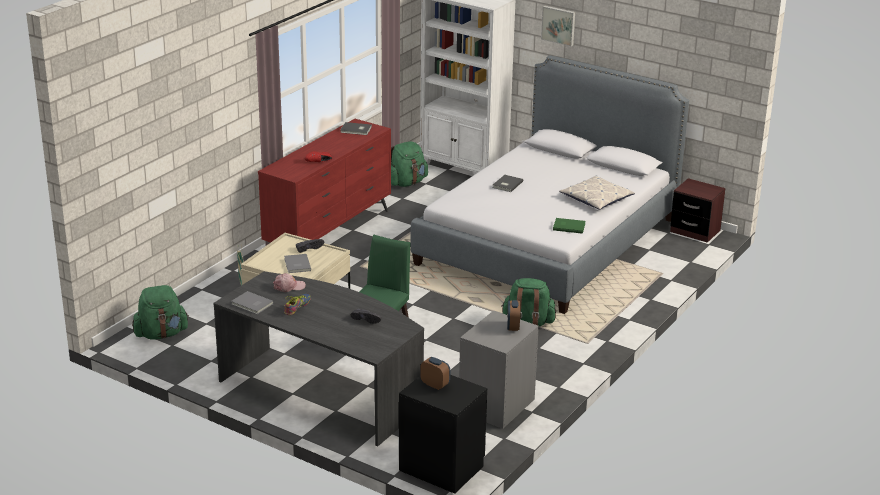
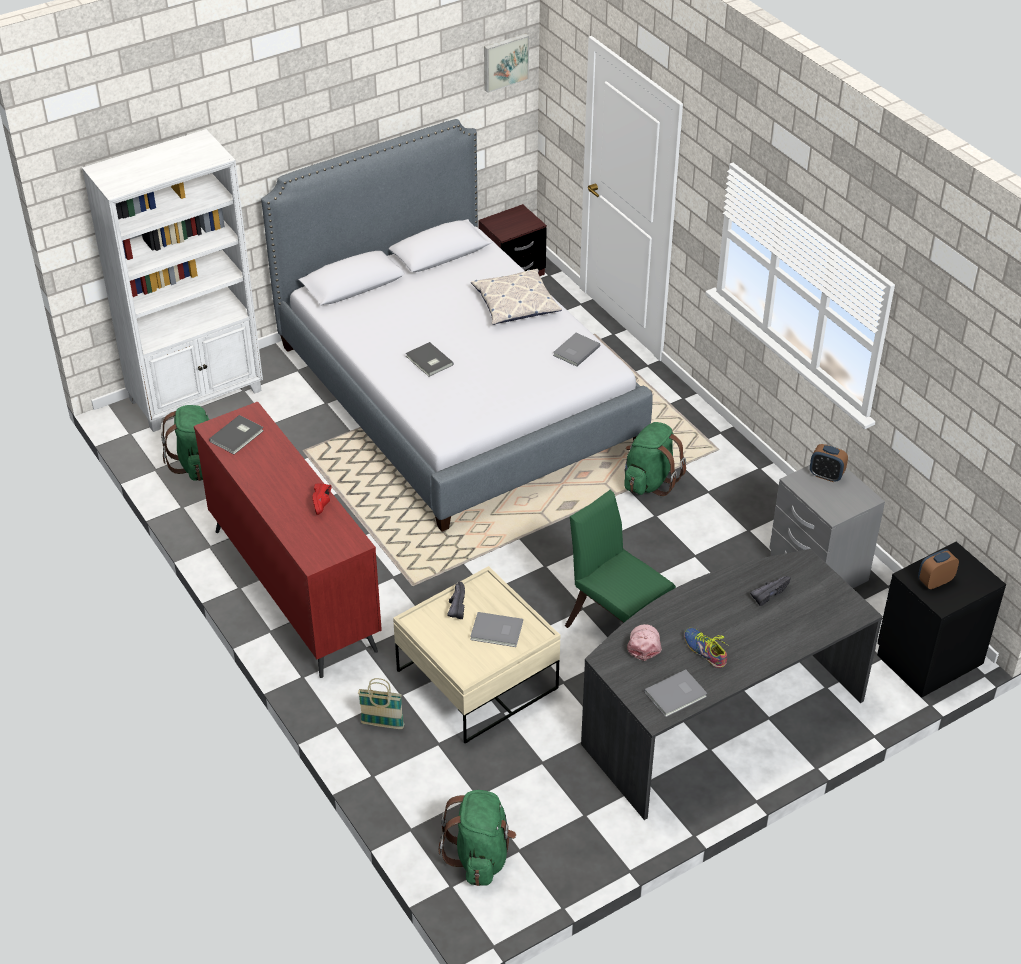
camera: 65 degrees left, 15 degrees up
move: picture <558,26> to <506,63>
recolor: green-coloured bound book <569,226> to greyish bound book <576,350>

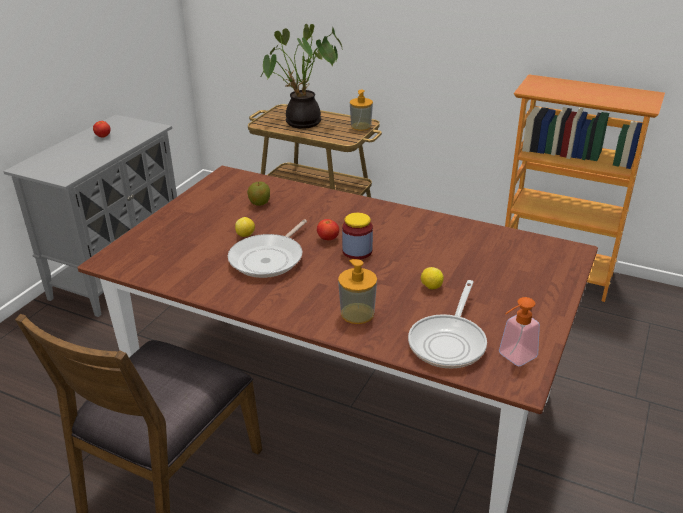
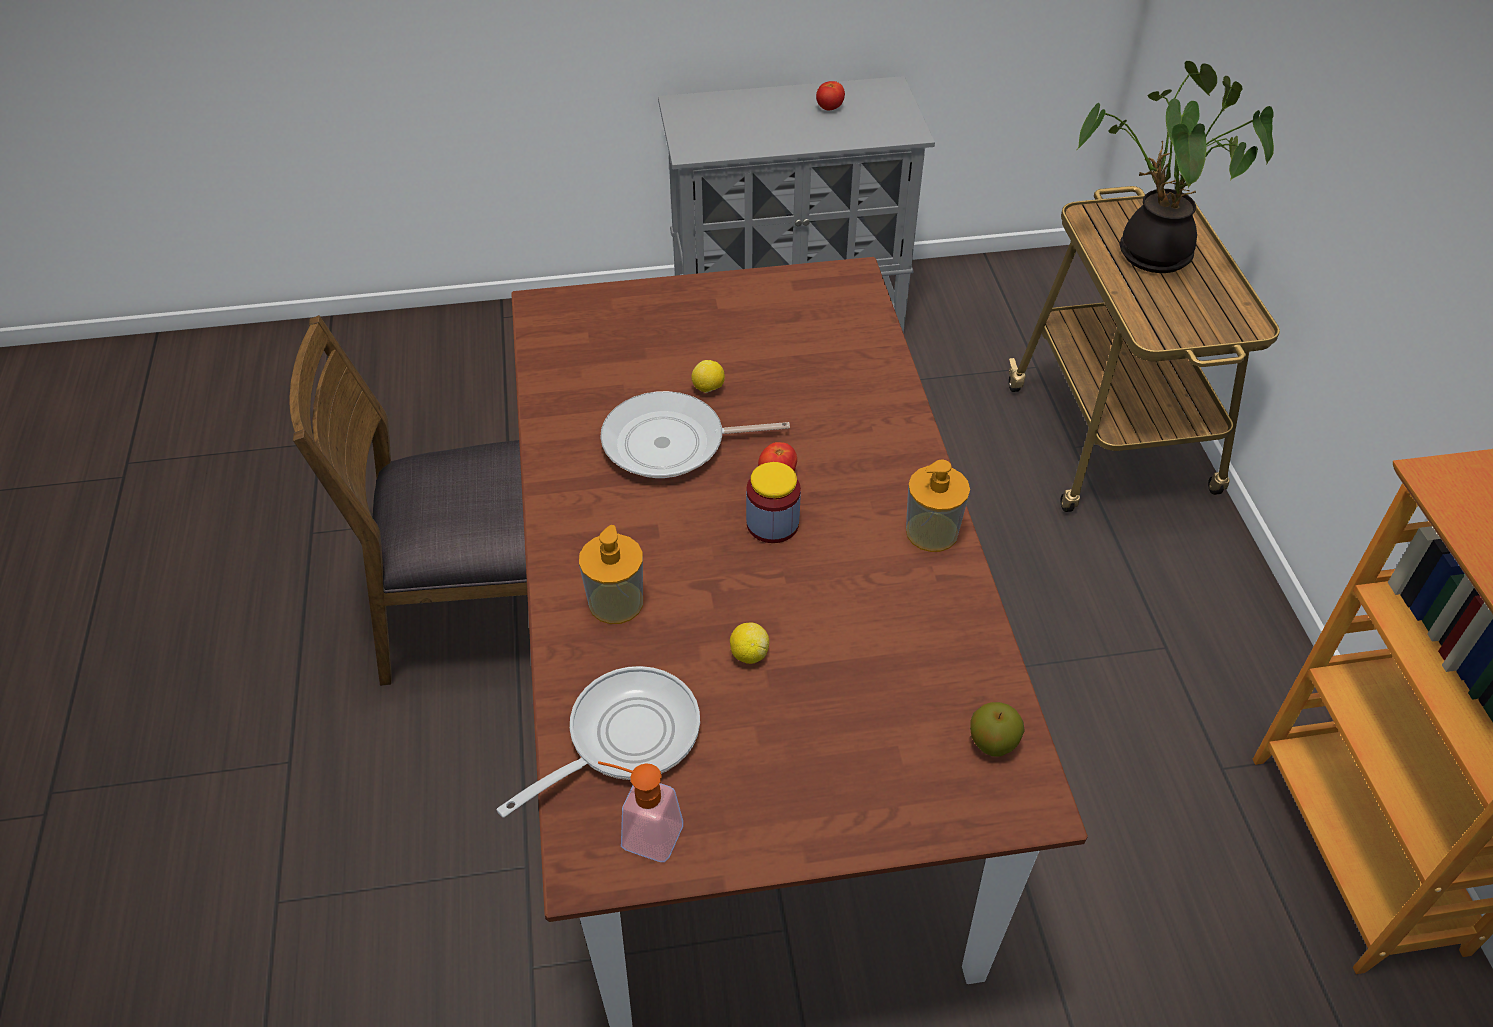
camera: 55 degrees right, 15 degrees up
move: soap bottle <361,110> to <938,506>; apple fruit <258,194> to <997,729>
rotate: pan <447,324> = <598,741> 150 degrees clockwise

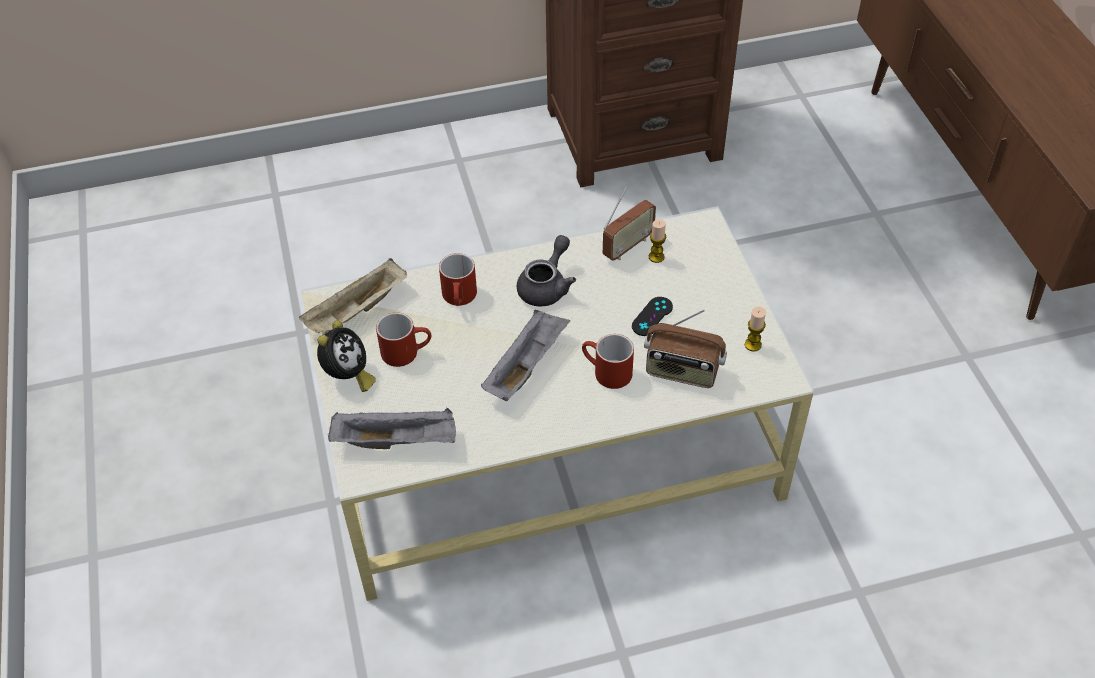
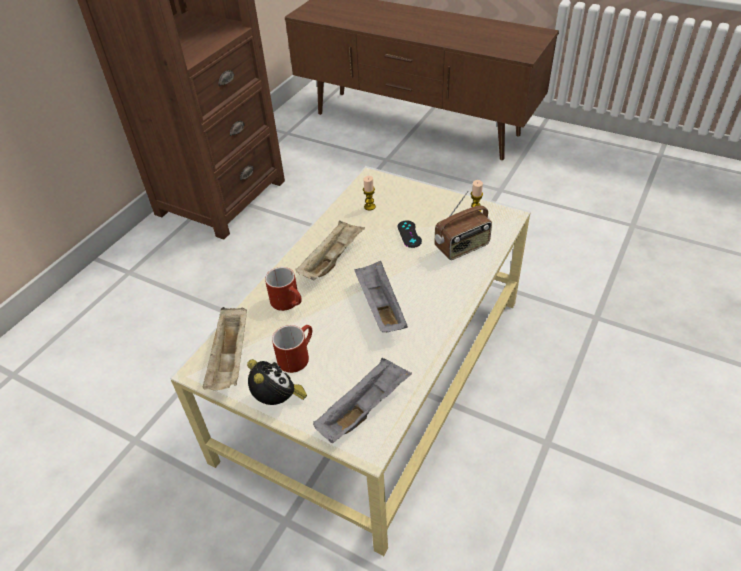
camera: 45 degrees left, 5 degrees down
delete: reddish mug <608,361>; radio set <629,223>
replace: greyish teapot <546,270> to beige carrying tray <330,250>

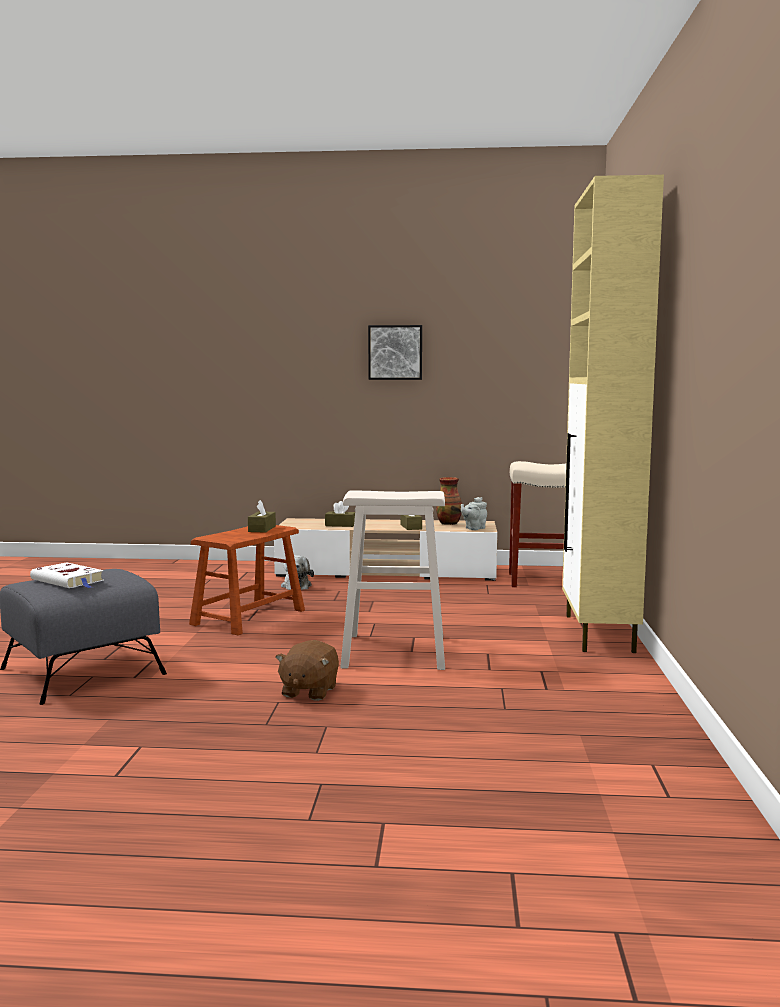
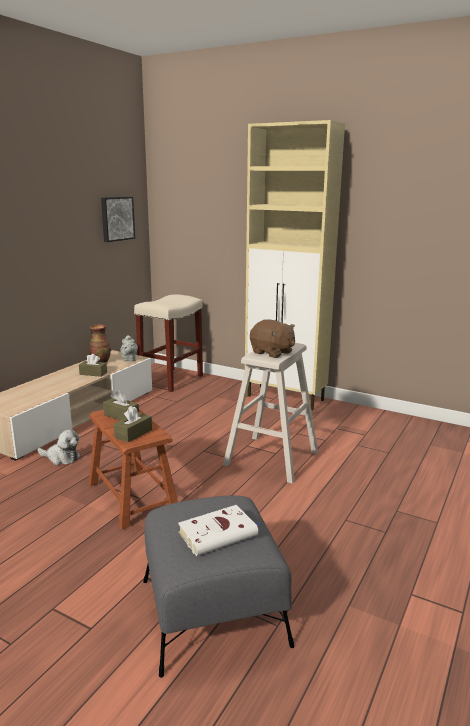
camera: 65 degrees left, 10 degrees up
move: picture <395,352> to <118,219>; brown tissue holder <340,514> to <133,424>; brown plush toy <307,670> to <272,339>

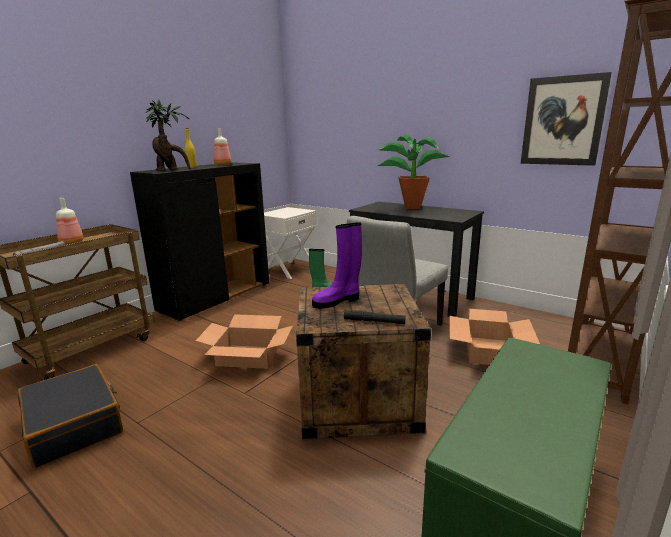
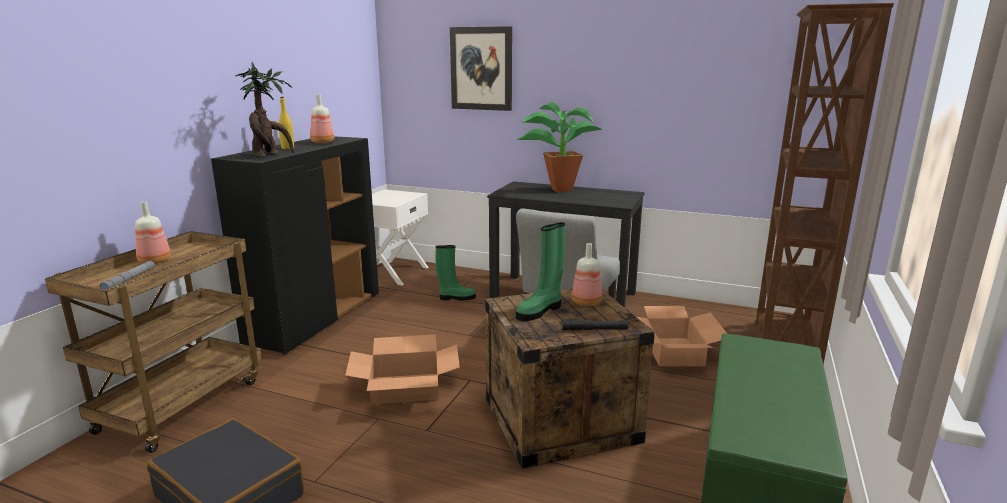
camera: 15 degrees left, 0 degrees up
insert: drink bottle <587,274>
move: picture <566,119> to <481,68>
recolor: purplish high-top boot <337,265> to green-coloured high-top boot <540,271>

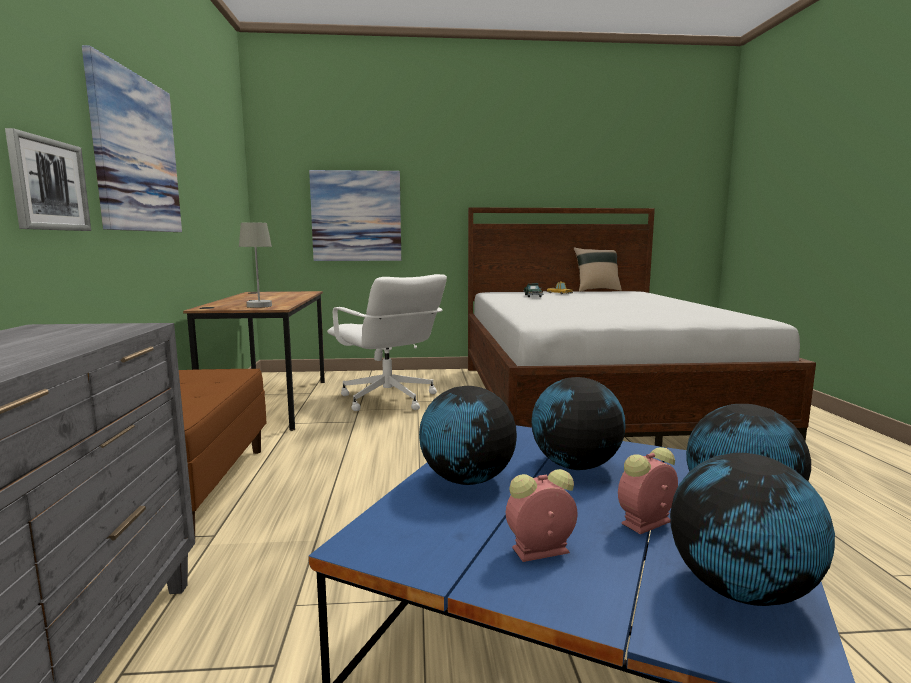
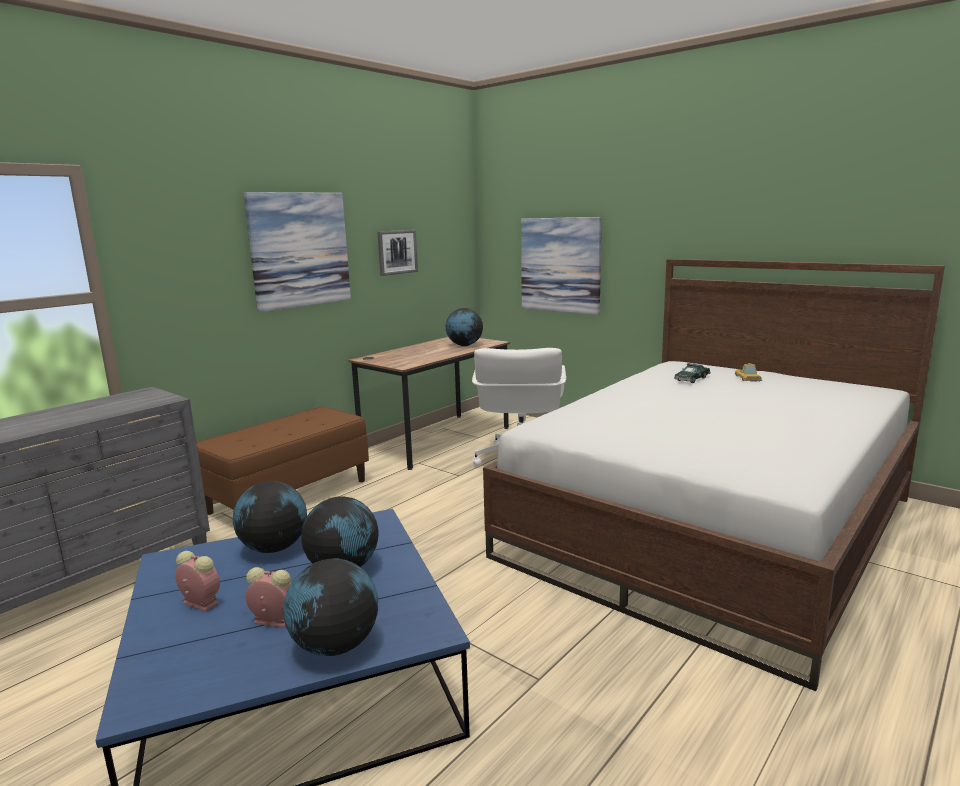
camera: 45 degrees right, 5 degrees up
delete: greyish tabletop lamp <255,265>; beige cushion <598,269>
move: picture <48,179> to <397,253>; globe <752,529> to <464,327>

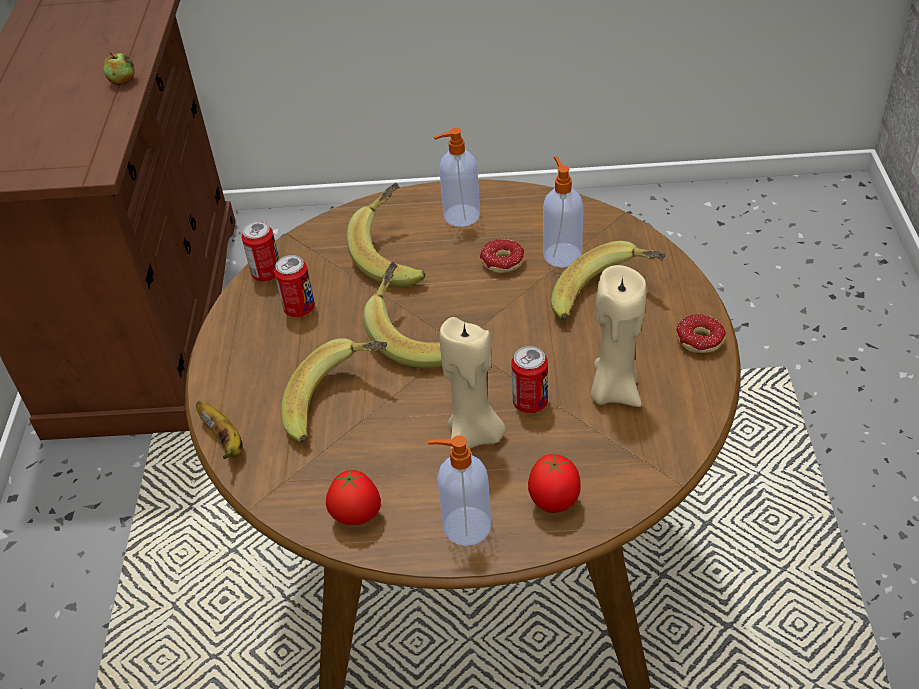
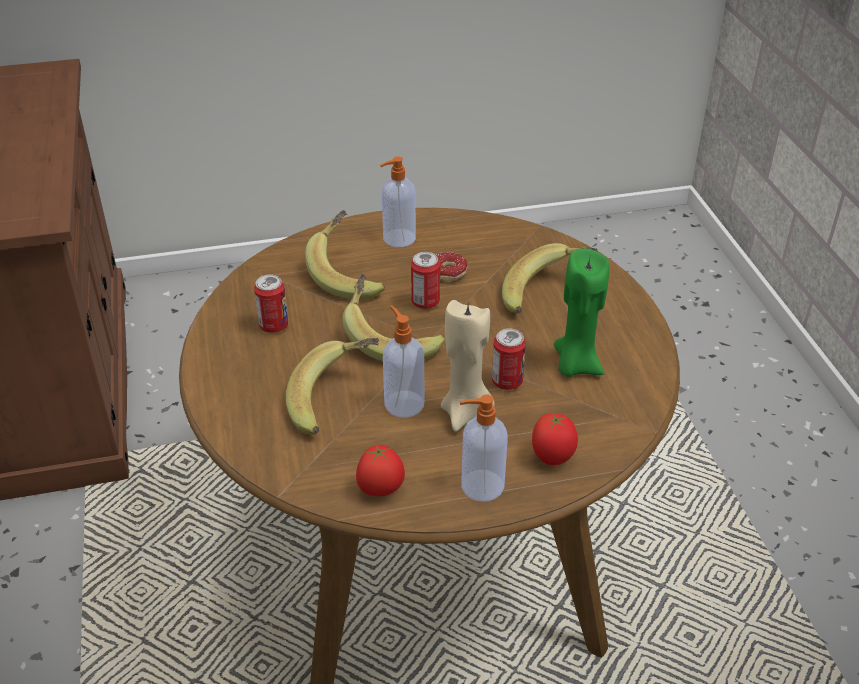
camera: 15 degrees left, 5 degrees down
delete: apple fruit <119,68>; banana fruit <219,430>; donut <701,333>
move: soap bottle <563,212> to <403,361>; metal can <260,251> to <425,280>
recolor: beige wax candle <618,336> to green-coloured wax candle <581,312>

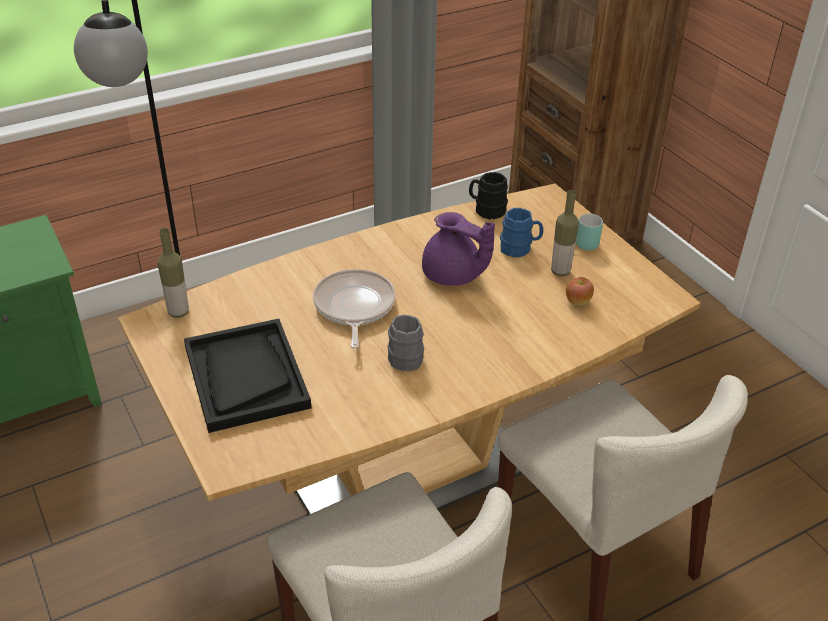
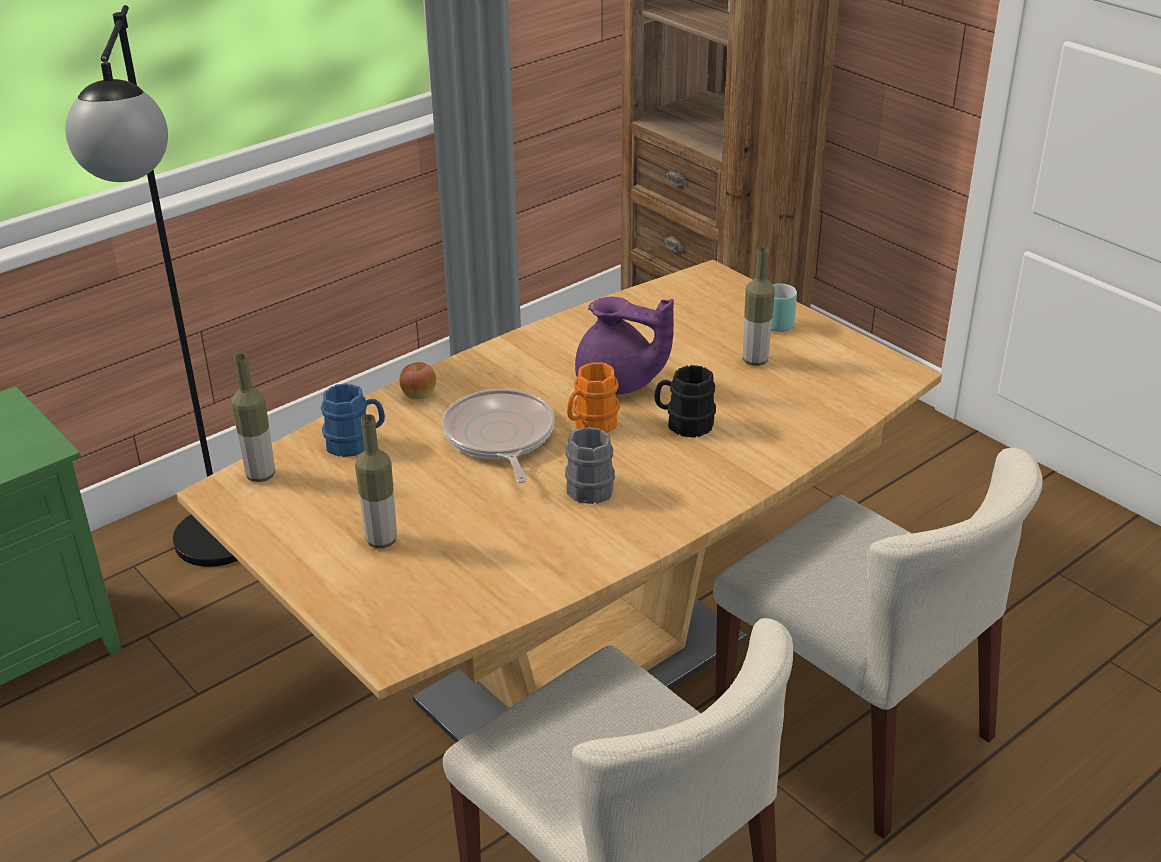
camera: 10 degrees left, 5 degrees down
insert: orange mug <593,397>
move: blue-coloured mug <521,232> to <353,420>; apple fruit <580,291> to <417,380>; black-coloured mug <488,196> to <685,401>
replace: black-coloured carrying tray <247,376> to drink bottle <376,481>

